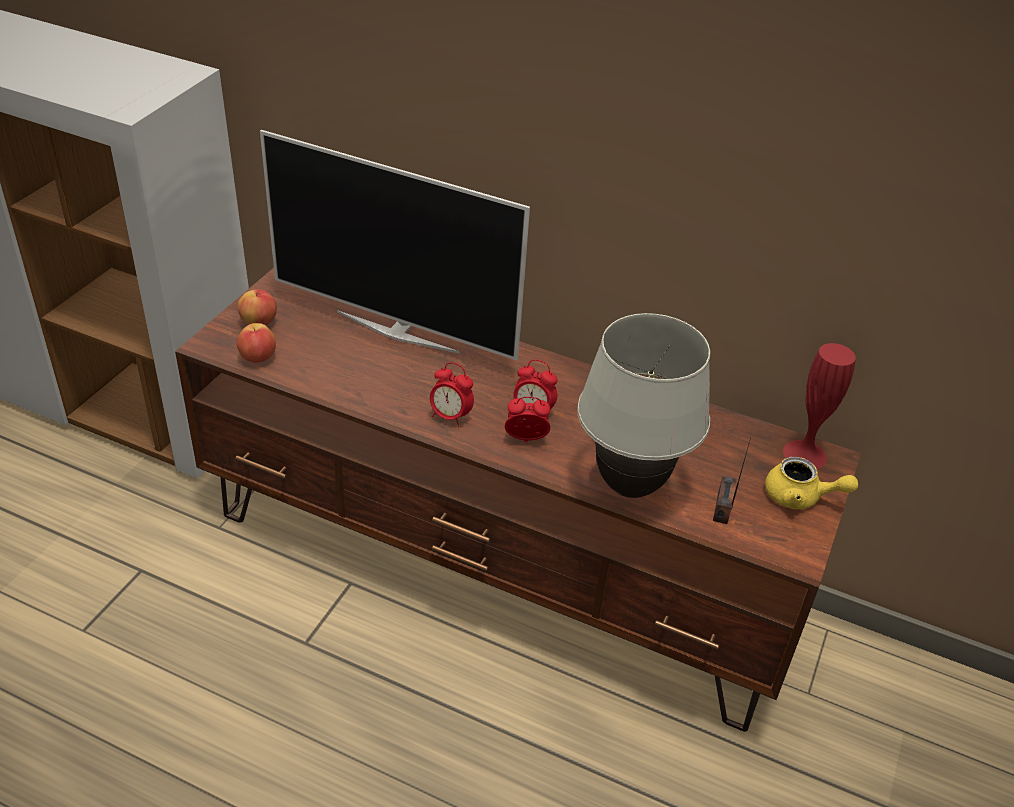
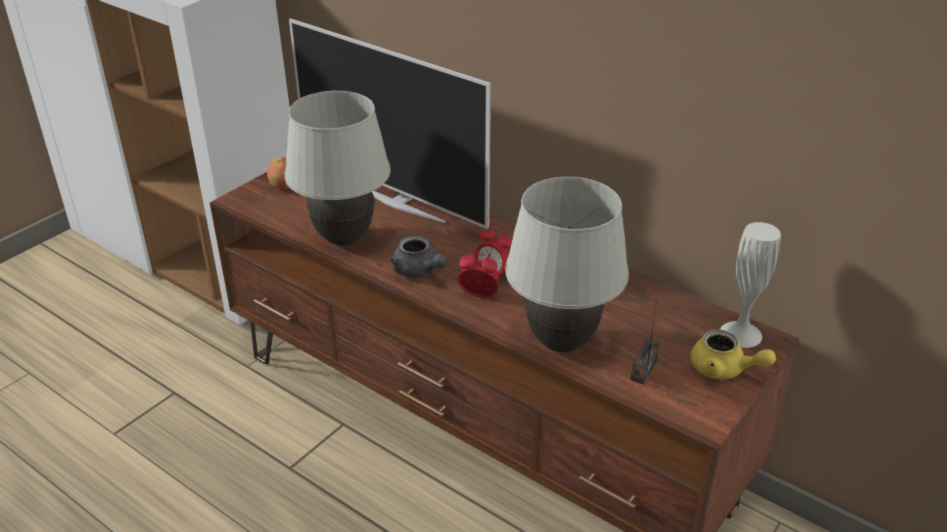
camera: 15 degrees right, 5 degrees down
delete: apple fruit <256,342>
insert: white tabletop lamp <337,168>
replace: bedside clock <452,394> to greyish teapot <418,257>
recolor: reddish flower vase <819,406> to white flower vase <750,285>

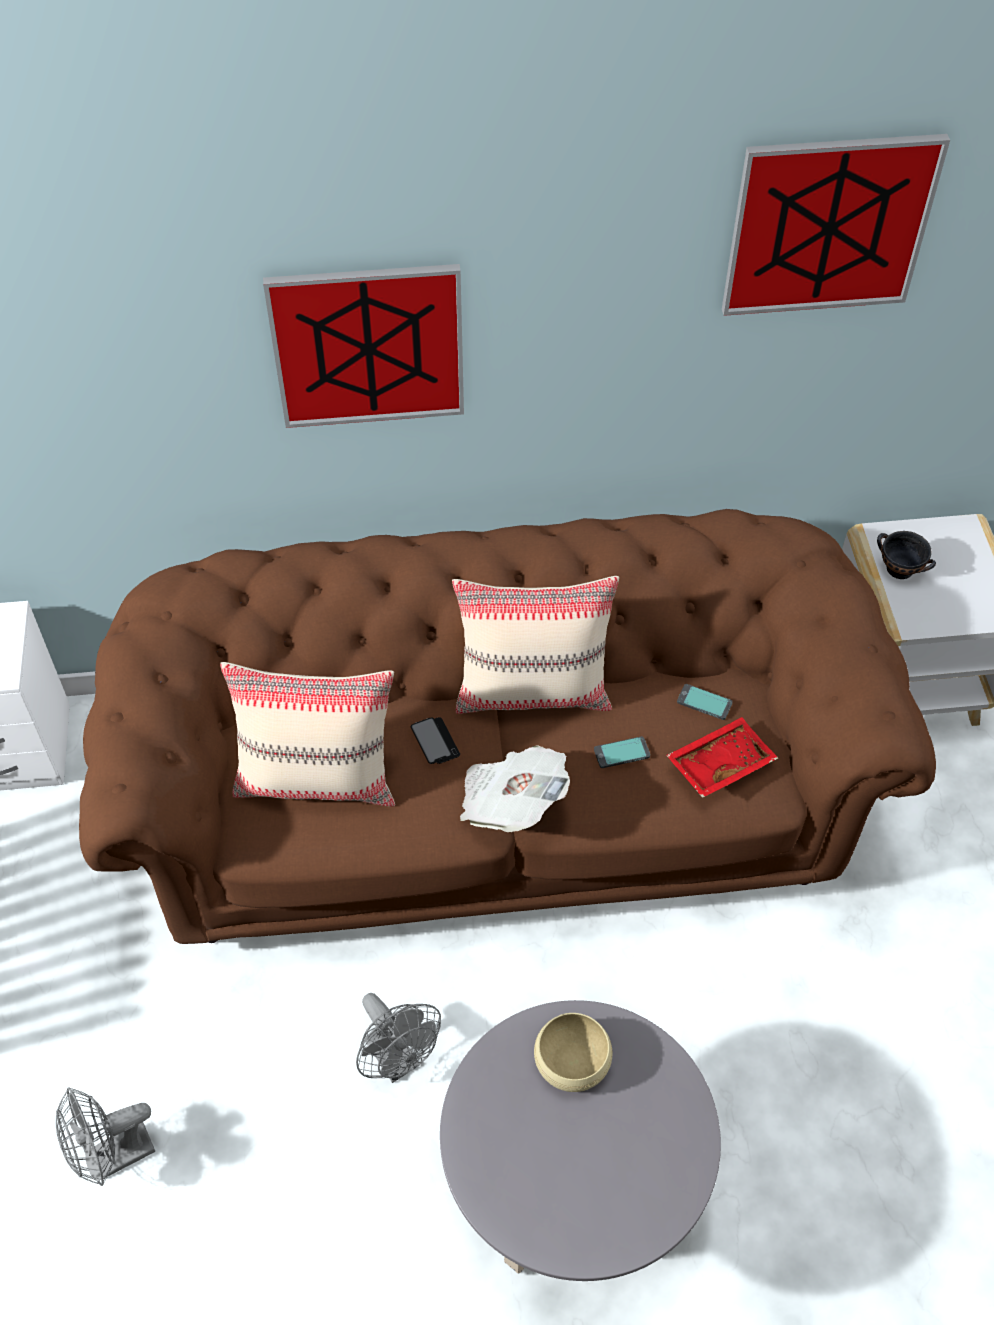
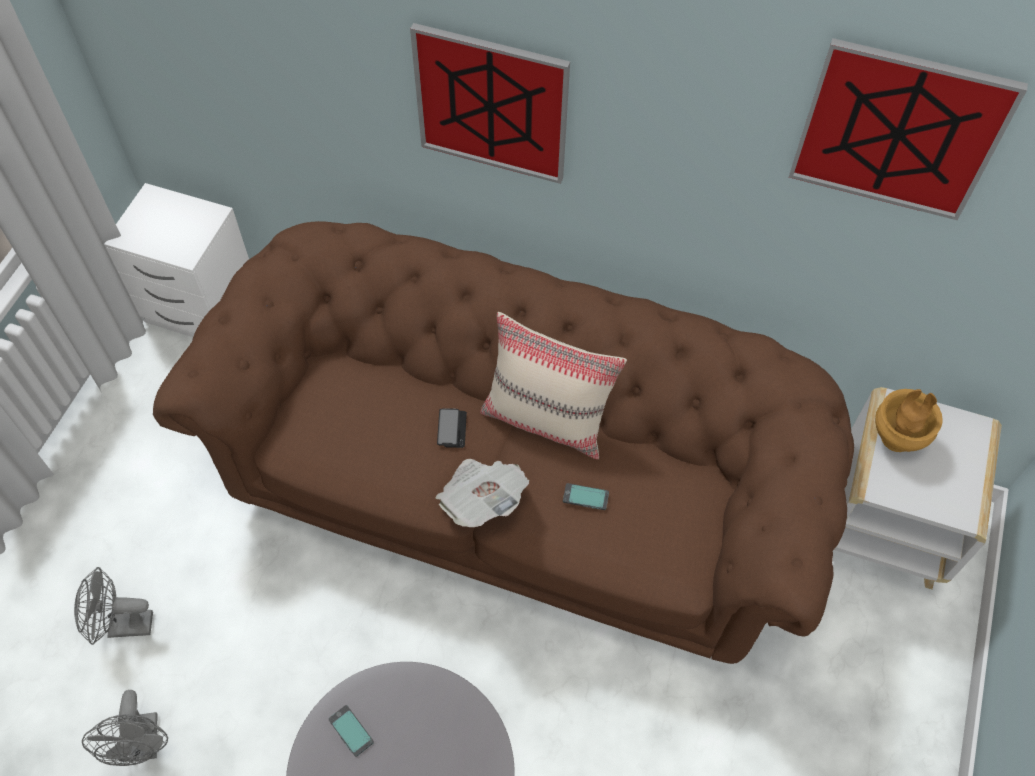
camera: 25 degrees right, 5 degrees up
delete: beige cushion <307,734>; beige bowl <573,1052>; reddish carrying tray <722,757>
move: greyish cooling fan <398,1038> to <125,728>; telephone <705,702> to <351,731>
replace: black-coloured bowl <906,555> to brown flower vase <909,420>

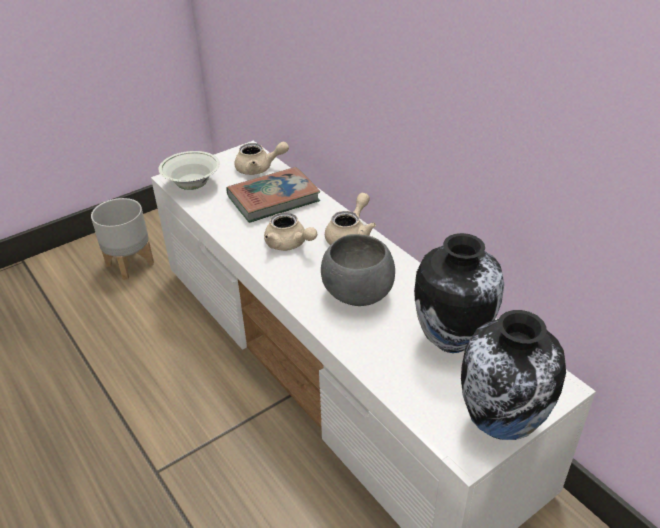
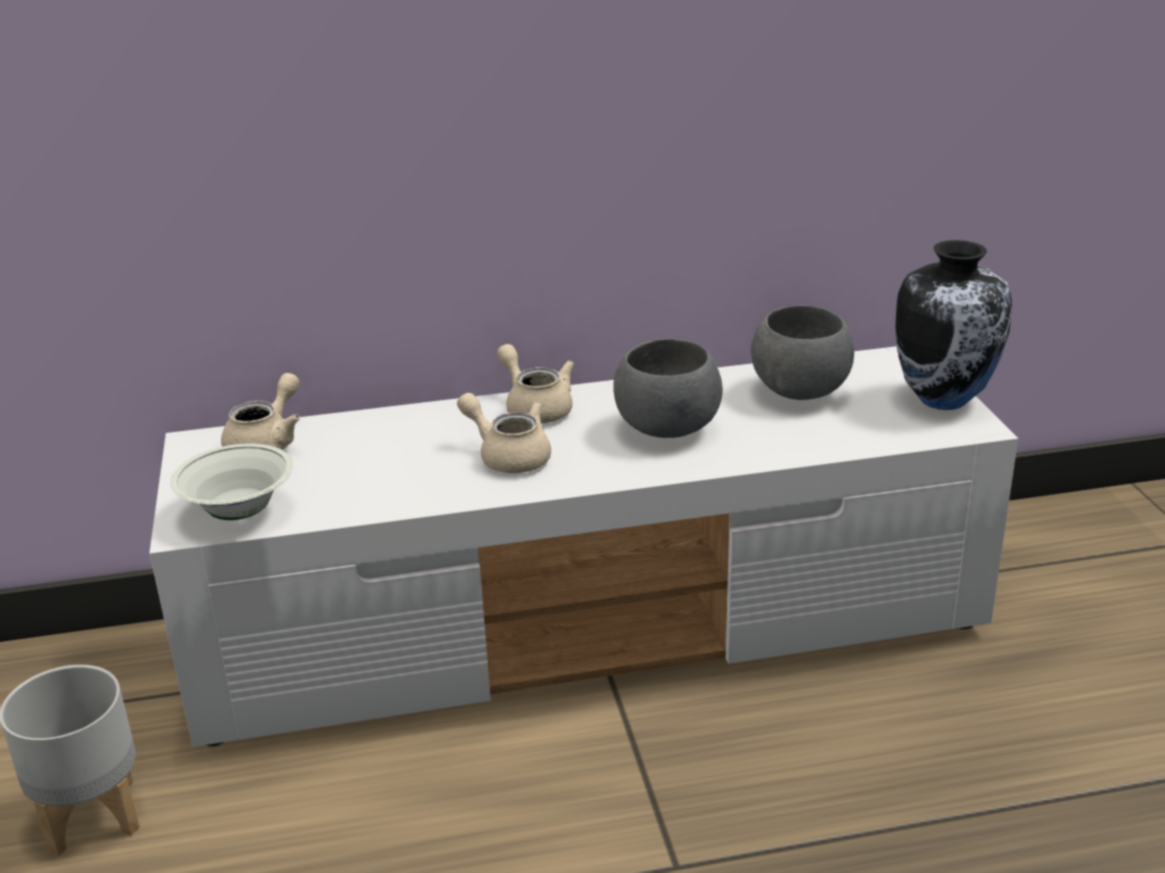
camera: 65 degrees left, 10 degrees down
delete: bound book <273,195>
replace: flower vase <459,293> to greyish bowl <802,352>
rotate: beige teapot <290,231> = <504,433> 120 degrees counterclockwise

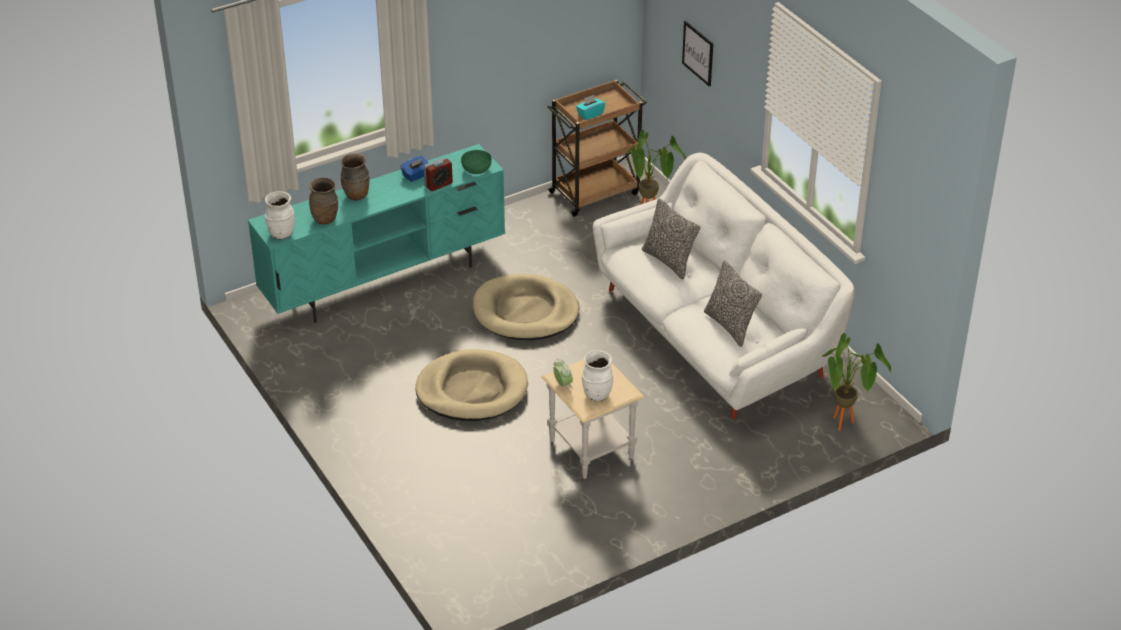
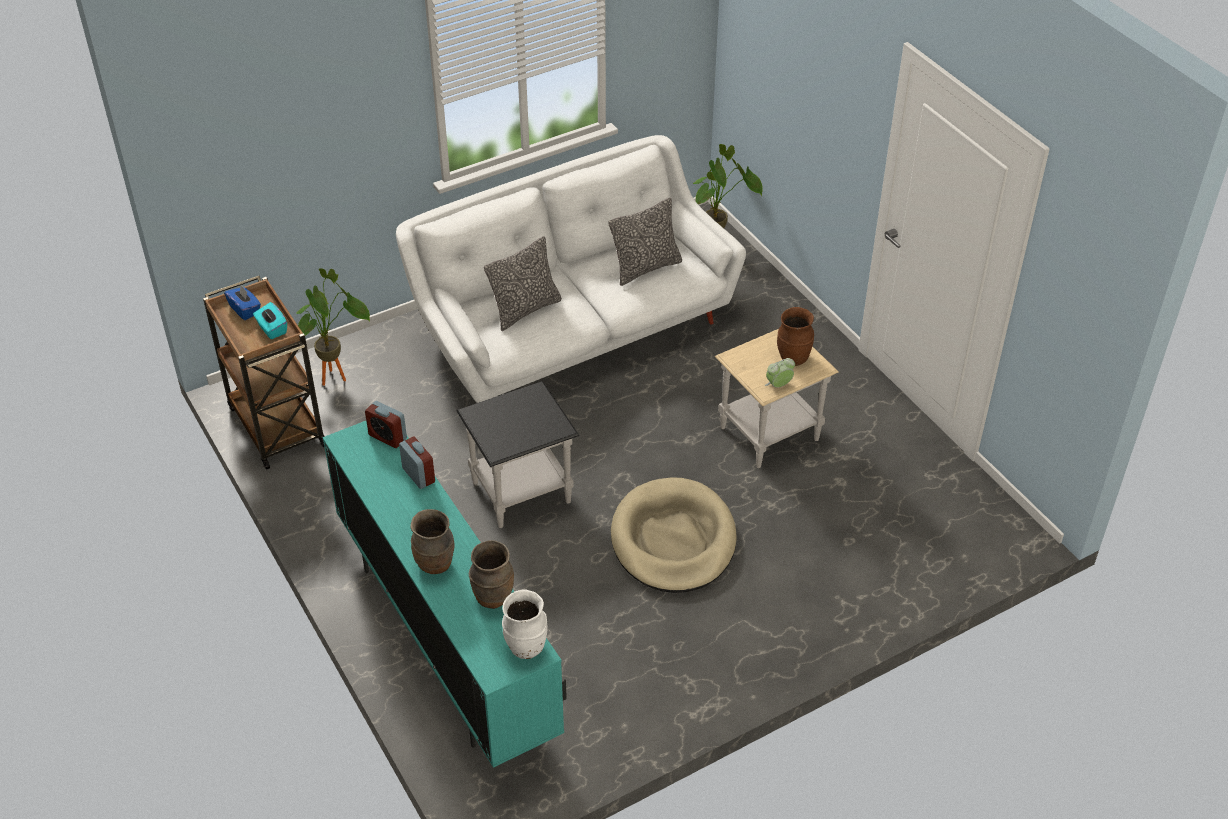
camera: 90 degrees left, 5 degrees up
delete: picture <697,54>
move: blue-coloured tissue holder <414,169> to <242,302>
replace: green-coloured bowl <476,162> to bedside clock <386,424>; beige dog bed <526,307> to black-coloured accent table <517,454>
recolor: white flower vase <597,375> to brown flower vase <795,336>

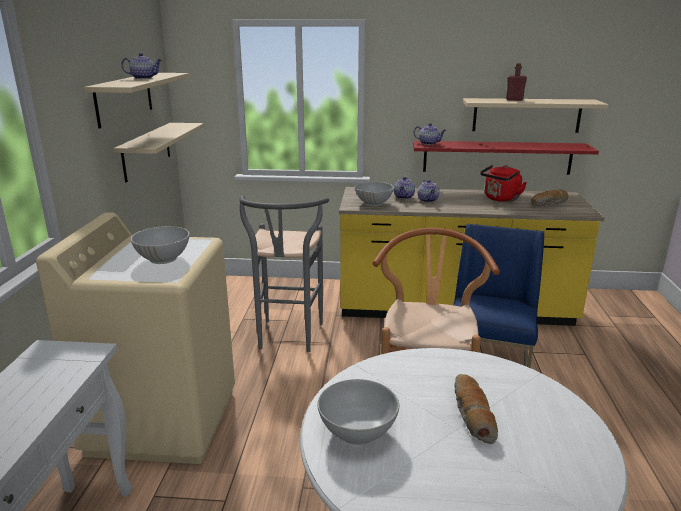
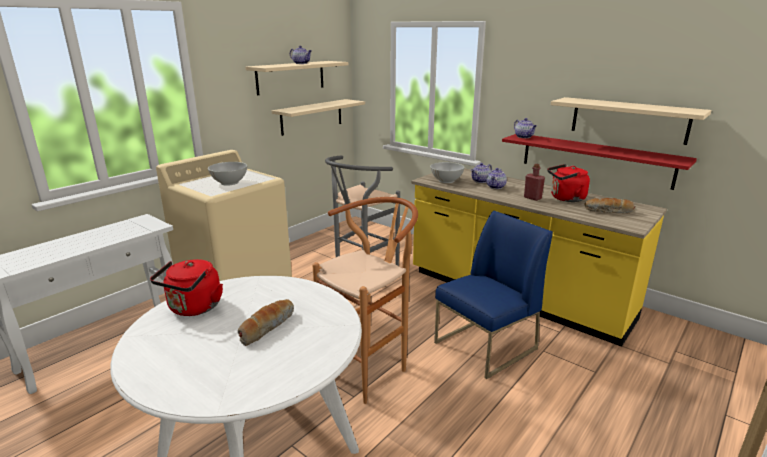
camera: 35 degrees right, 0 degrees up
move: reddish drink bottle <516,82> to <534,182>
replace: white bowl <358,412> to reddish tea kettle <186,287>

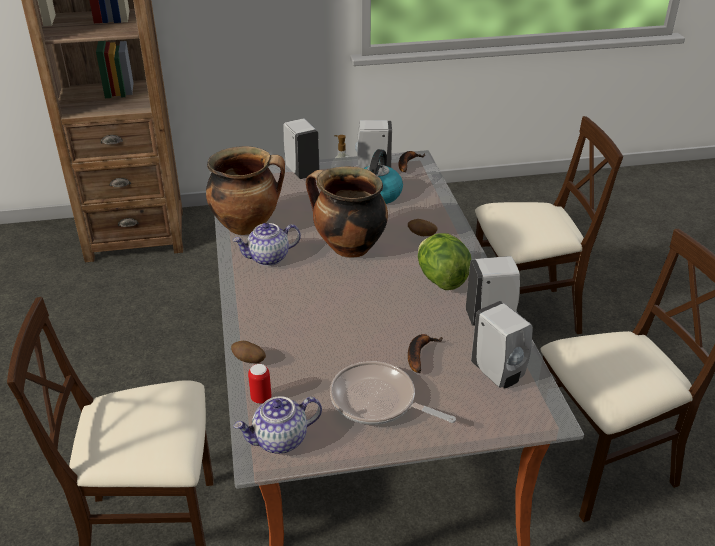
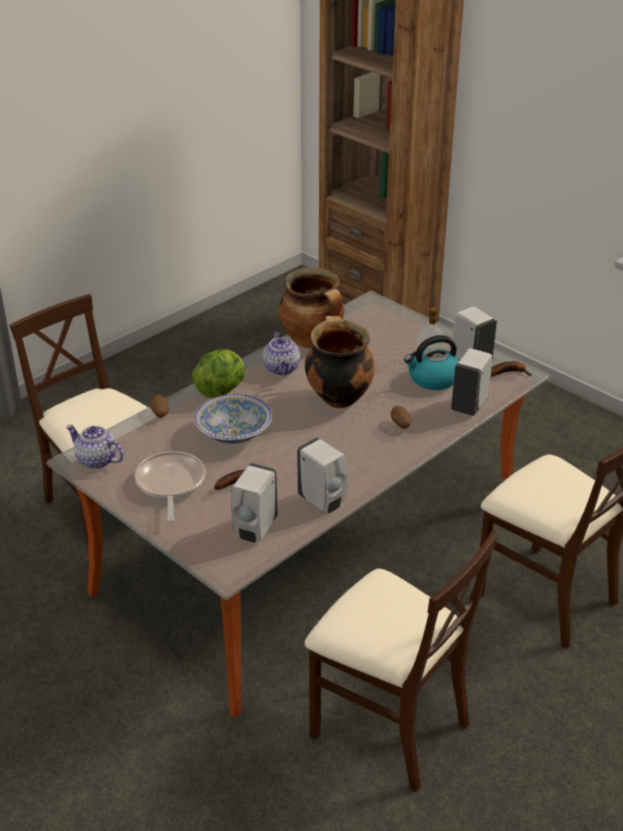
camera: 55 degrees right, 0 degrees up
delete: metal can <259,384>
insert: bowl <233,419>
move: head of lettuce <445,261> to <218,373>; white soap bottle <302,149> to <471,382>
rotate: teapot <267,244> = <281,353> 135 degrees counterclockwise

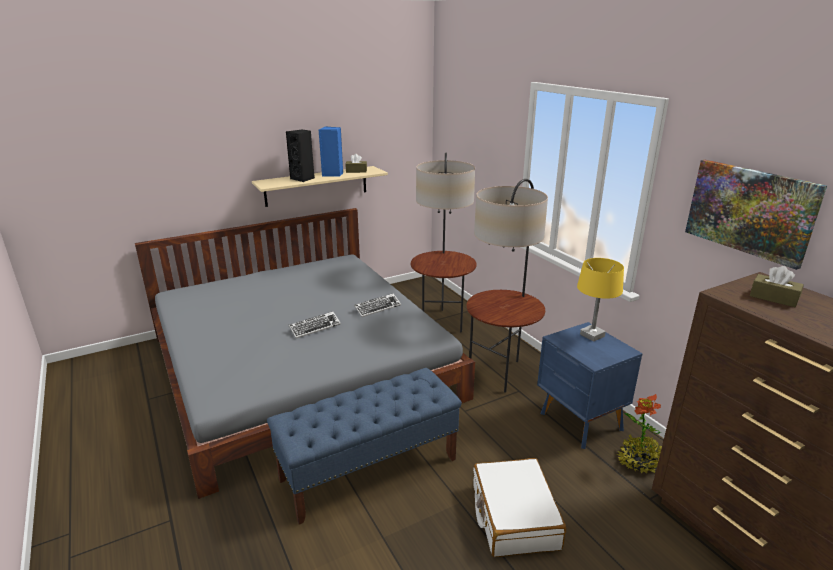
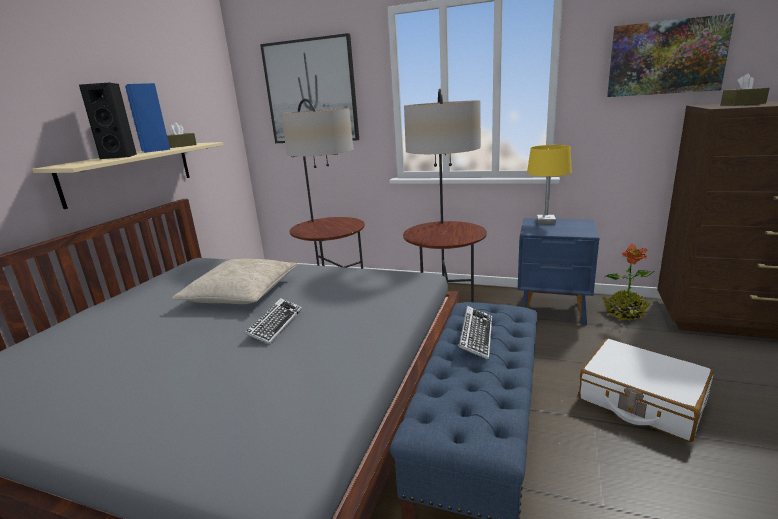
camera: 40 degrees left, 5 degrees down
insert: beige cushion <235,281>; picture <309,88>
move: keyboard <377,305> to <475,333>

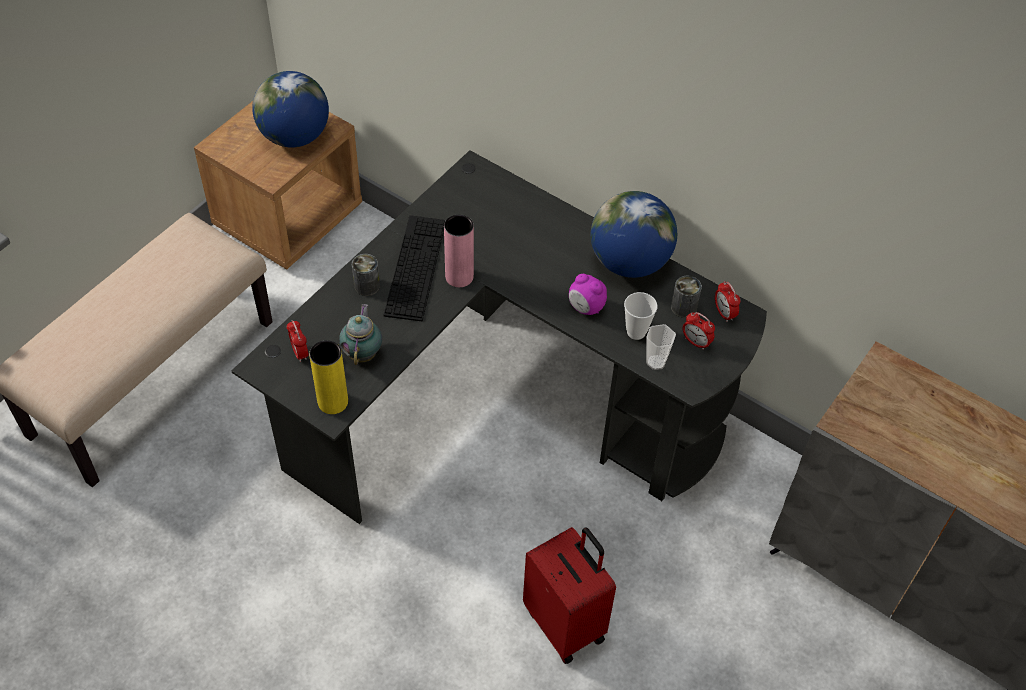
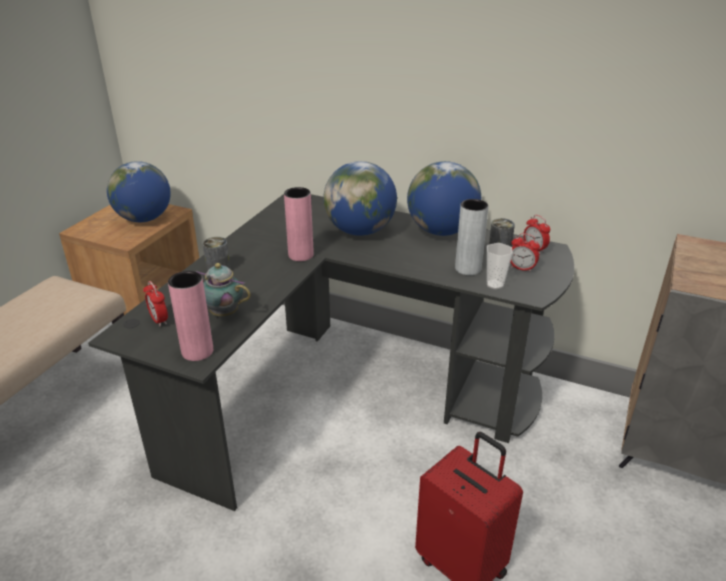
camera: 10 degrees left, 20 degrees down
delete: keyboard <415,268>; bedside clock <588,294>
insert: globe <360,198>
replace: cup <640,316> to greyish flower vase <472,237>
recolor: yellow flower vase <328,377> to pinkish flower vase <190,316>
rotate: teapot <360,334> = <223,289> 60 degrees counterclockwise

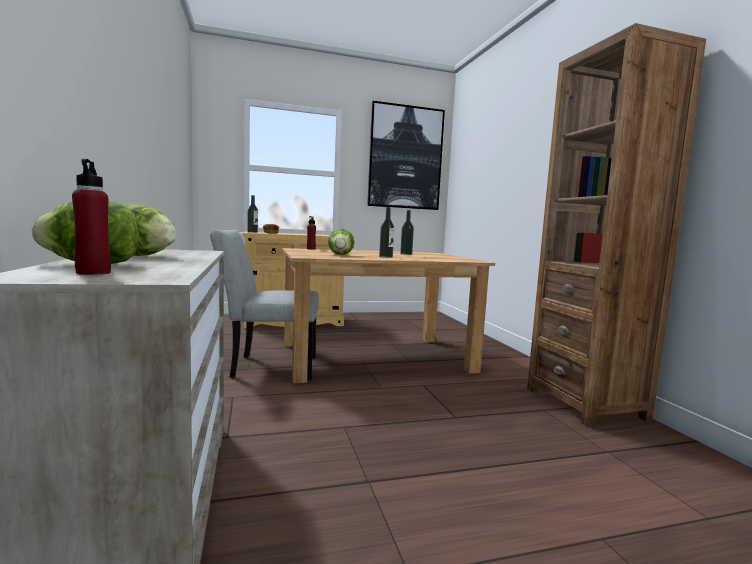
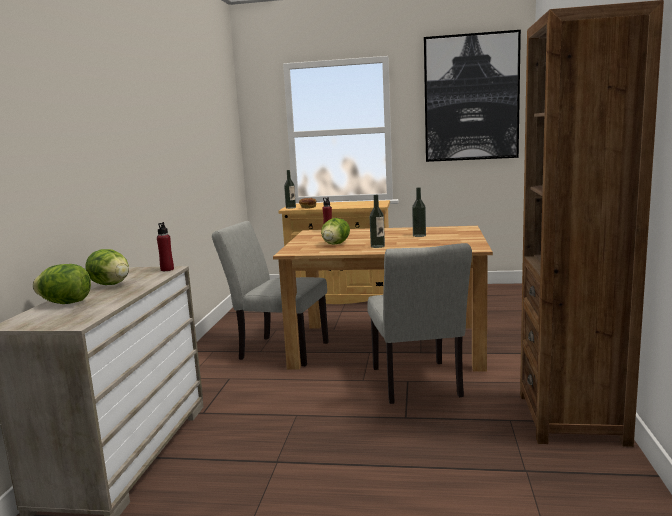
camera: 25 degrees right, 5 degrees up
insert: greyish chair <419,323>
move: reddish drink bottle <91,216> to <165,246>

